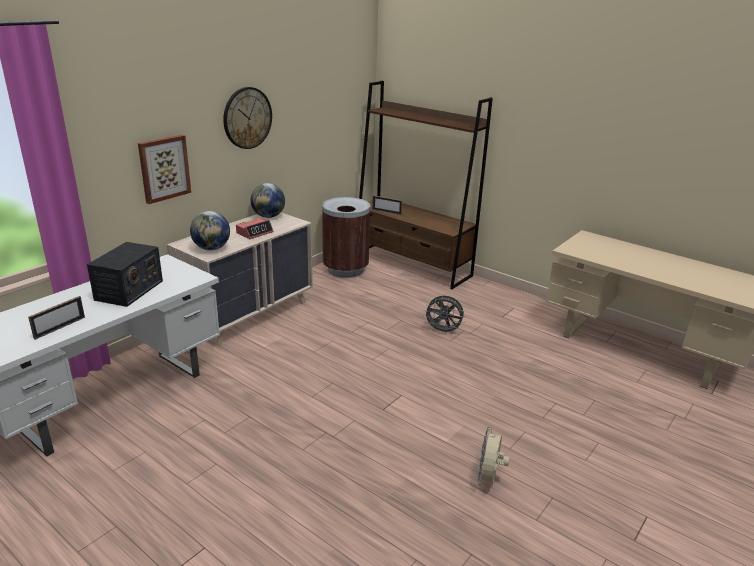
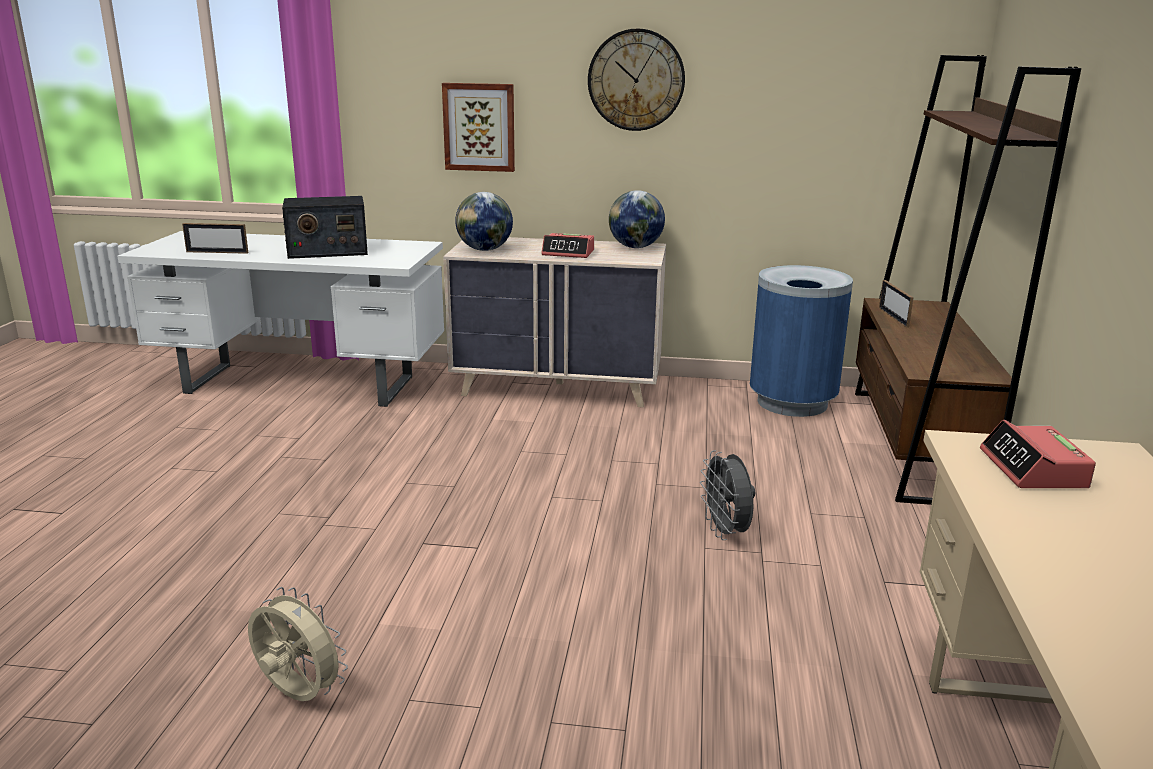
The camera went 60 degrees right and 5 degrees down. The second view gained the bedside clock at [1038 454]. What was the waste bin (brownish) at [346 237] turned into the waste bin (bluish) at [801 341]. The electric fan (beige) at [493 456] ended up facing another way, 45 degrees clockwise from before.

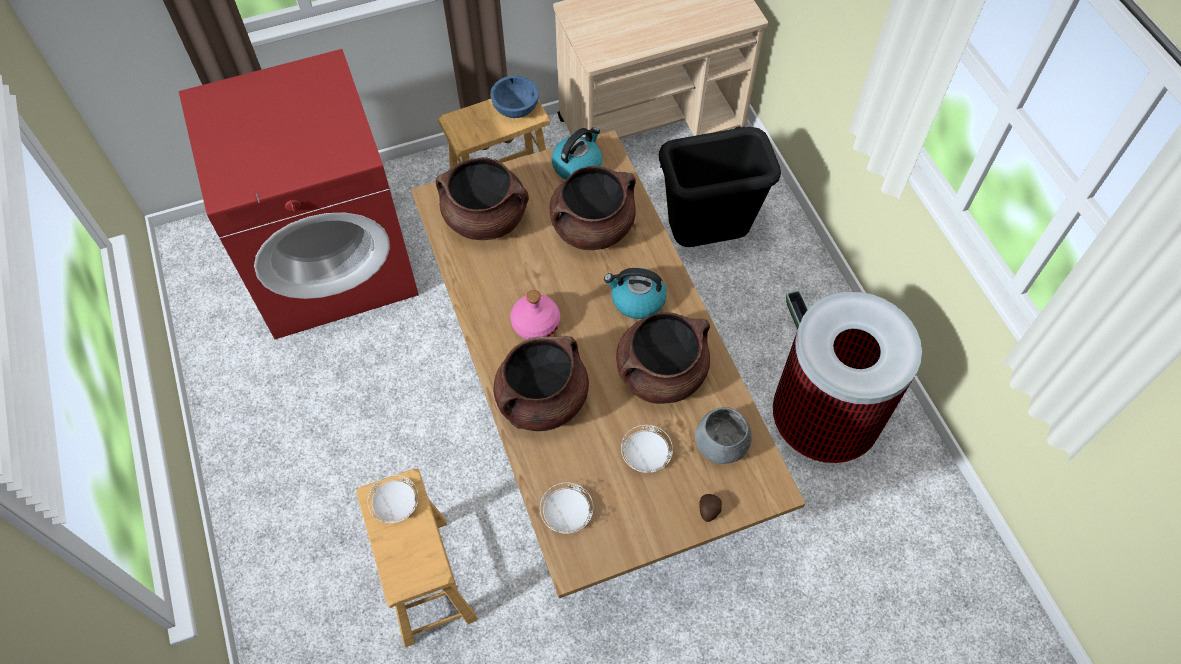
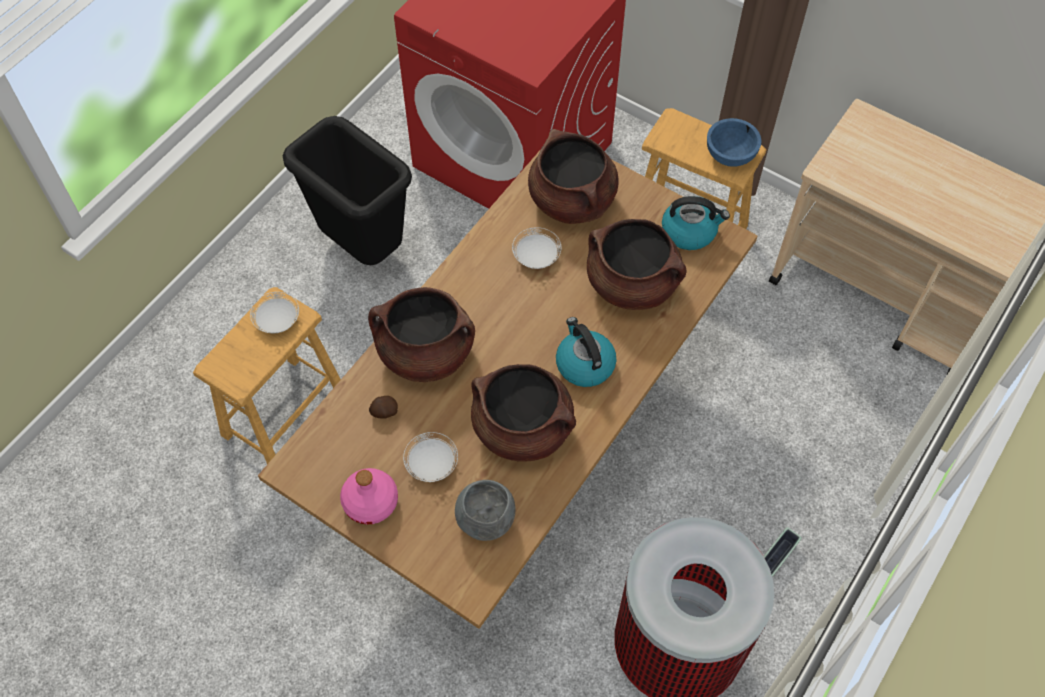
The camera went 55 degrees right and 0 degrees up. The bottle (pink) ended up elsewhere, having gone from [535 314] to [369 496]. The flat dish (white-coloured) ended up elsewhere, having gone from [566 508] to [536 248]. The waste bin (black) ended up elsewhere, having gone from [720 187] to [347 190]. The whole potato ended up elsewhere, having gone from [710 508] to [383 407].

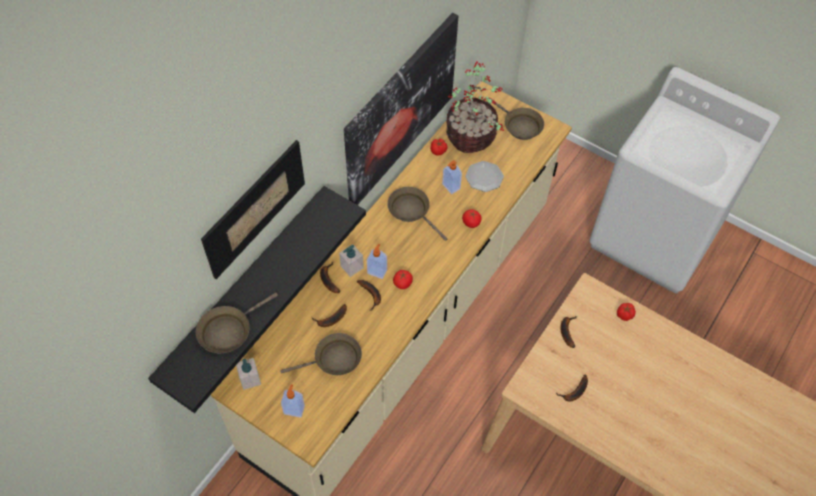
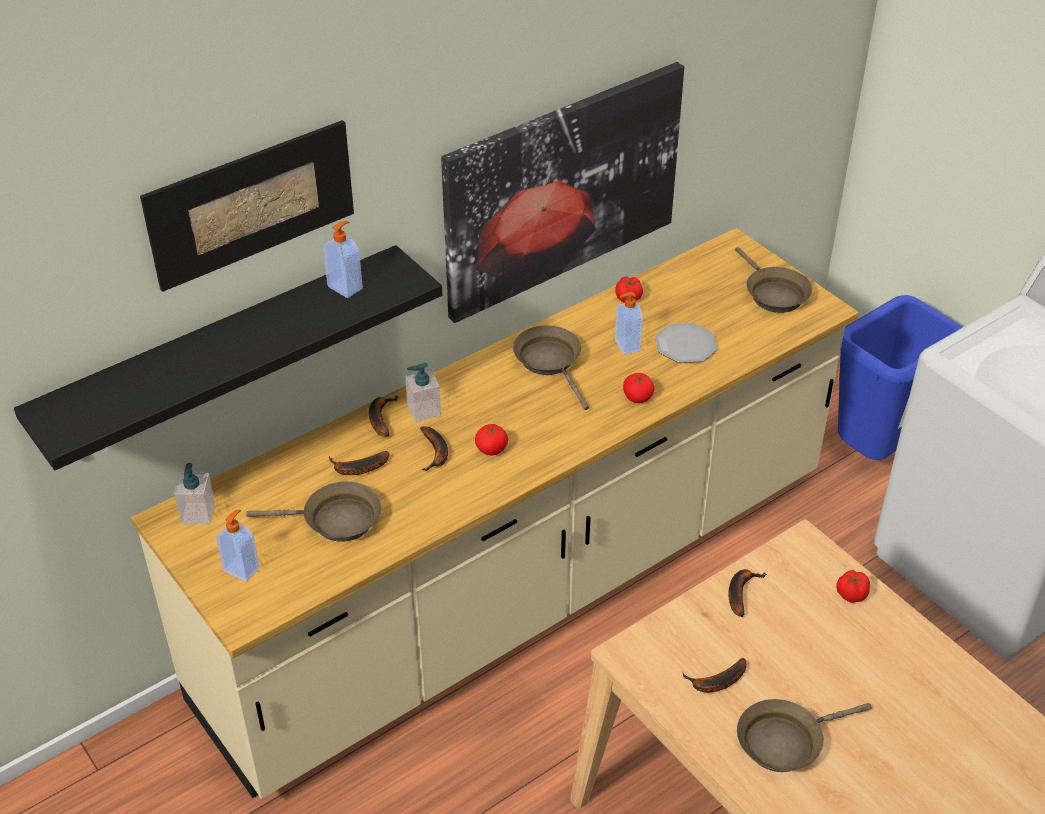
The camera went 20 degrees right and 15 degrees down. The second view lost the plant in a pot at [475 107]. The second view gained the waste bin (bluish) at [900 377]. The skillet (brownish) ended up elsewhere, having gone from [237 322] to [804 735]. The liquid soap bottle ended up elsewhere, having gone from [377 261] to [343 259].

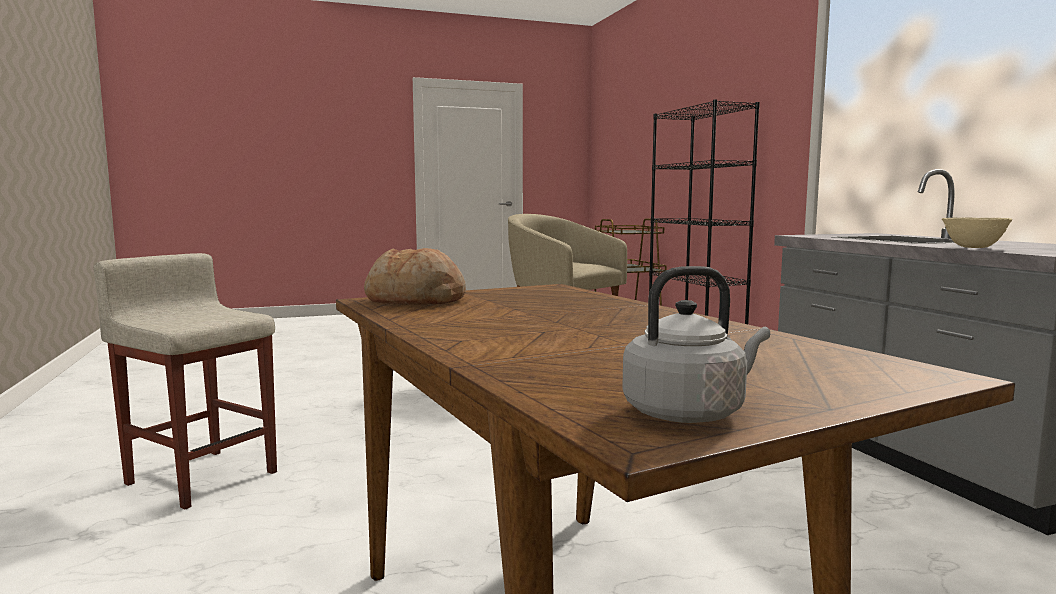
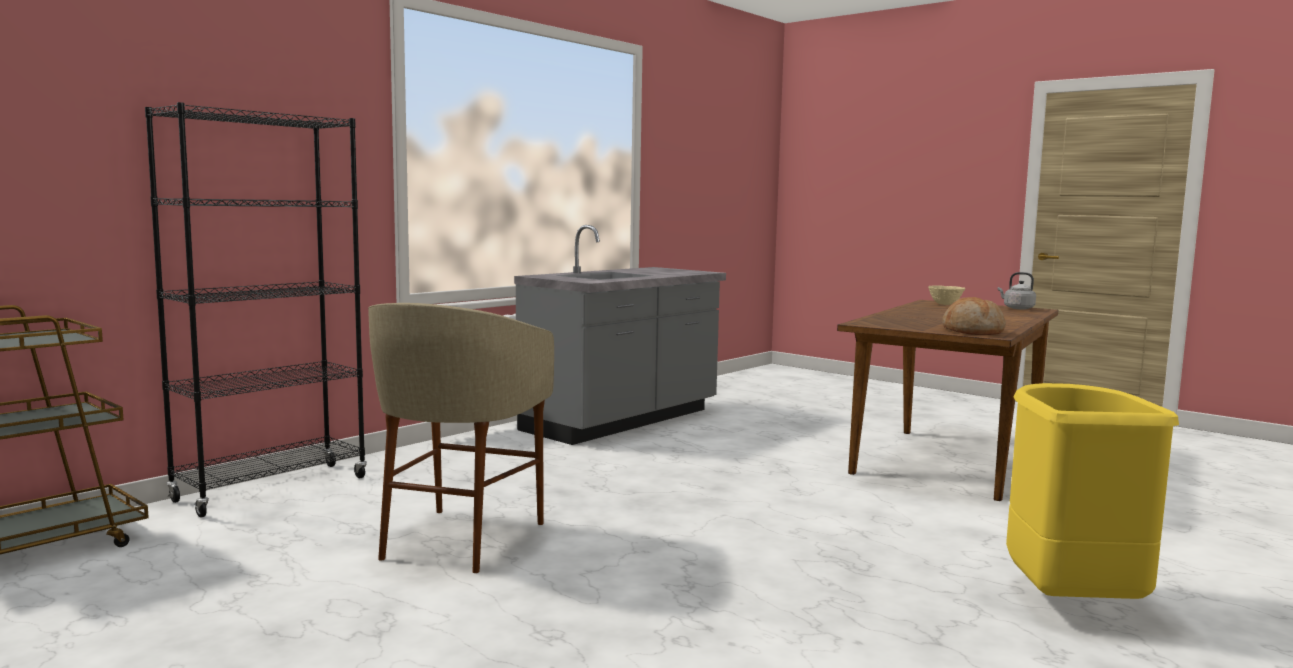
The camera went 120 degrees left and 0 degrees up. The bowl (beige) ended up elsewhere, having gone from [977 232] to [946 295]. Where the sitting stool (beige) stood at [185 381], the waste bin (yellow-coloured) came to stand at [1092 491].

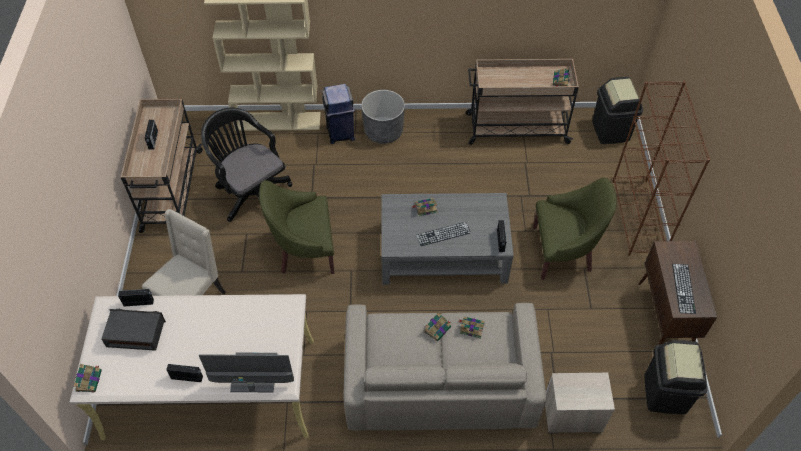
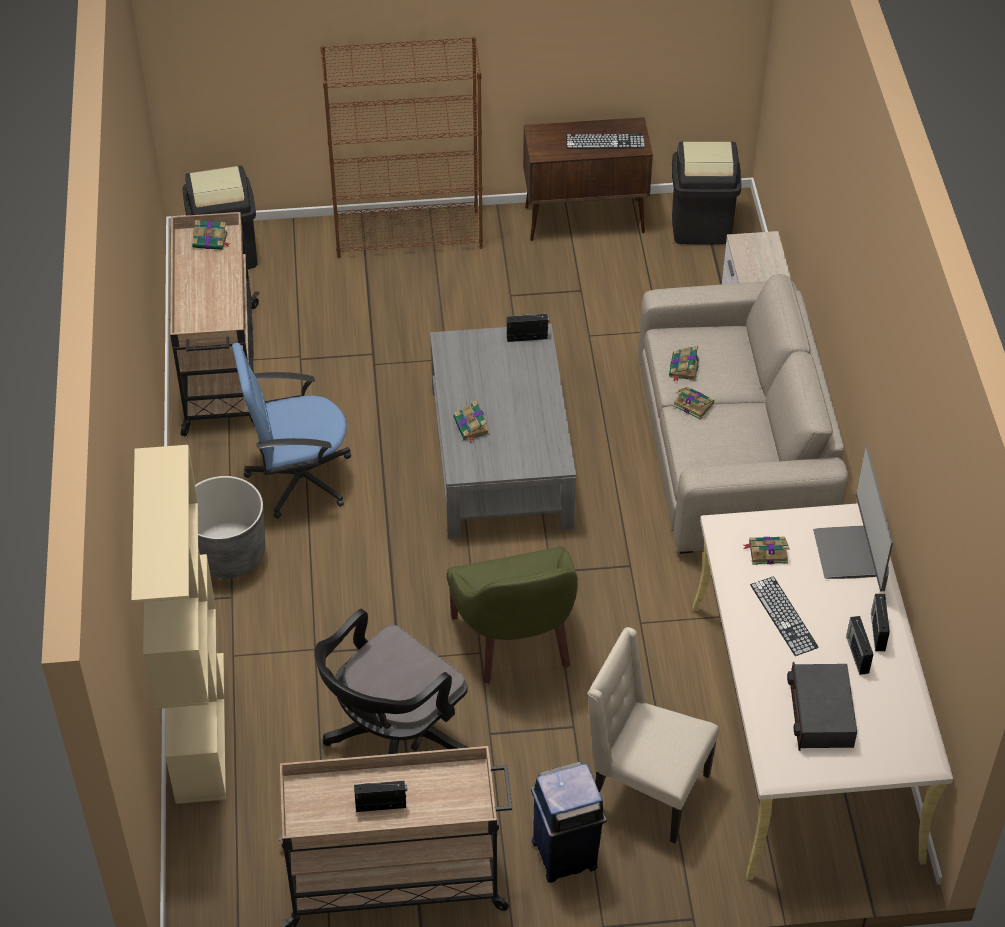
The camera went 95 degrees left and 5 degrees down. The second view lost the armchair (green-coloured) at [575 229]. The second view gained the desk chair (bluish) at [291 431]. The bound book ended up elsewhere, having gone from [88 378] to [766 550]. The radio ended up elsewhere, having gone from [136 297] to [859 645]. The waste bin (bluish) ended up elsewhere, having gone from [338 114] to [569 822]. The keyboard ended up elsewhere, having gone from [443 234] to [784 616].

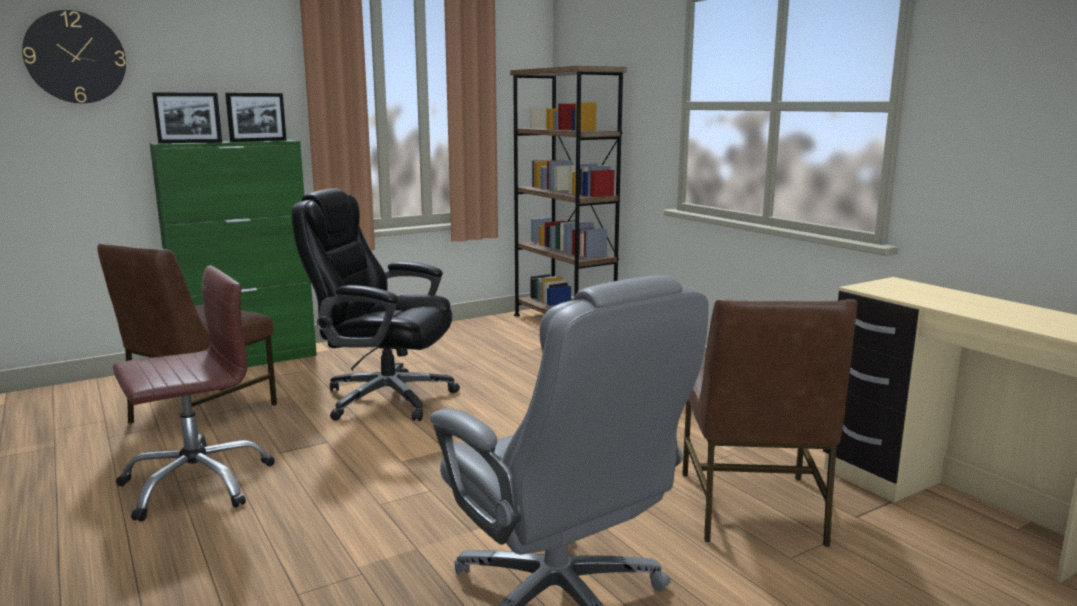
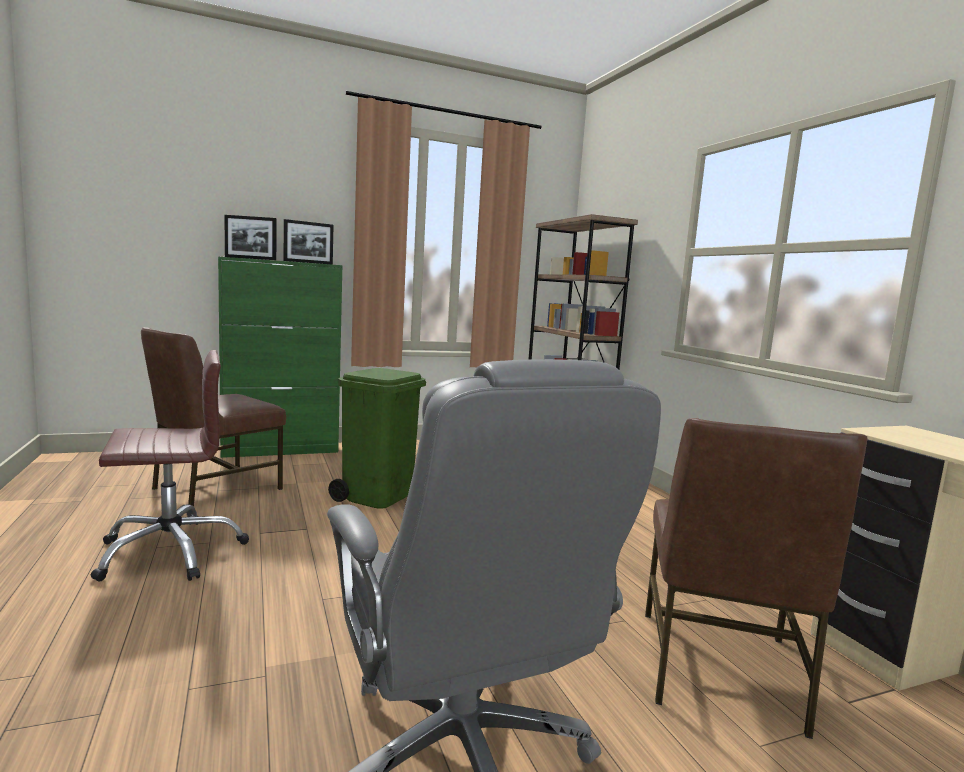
The camera went 10 degrees right and 5 degrees down. The second view lost the hanging clock at [74 56]. Where the desk chair (black) stood at [375 304], the waste bin (green-coloured) came to stand at [377 438].

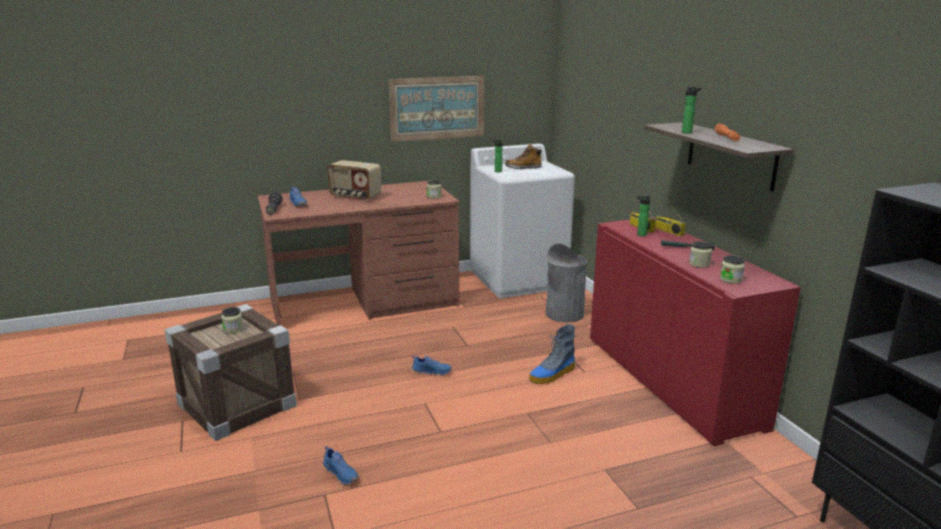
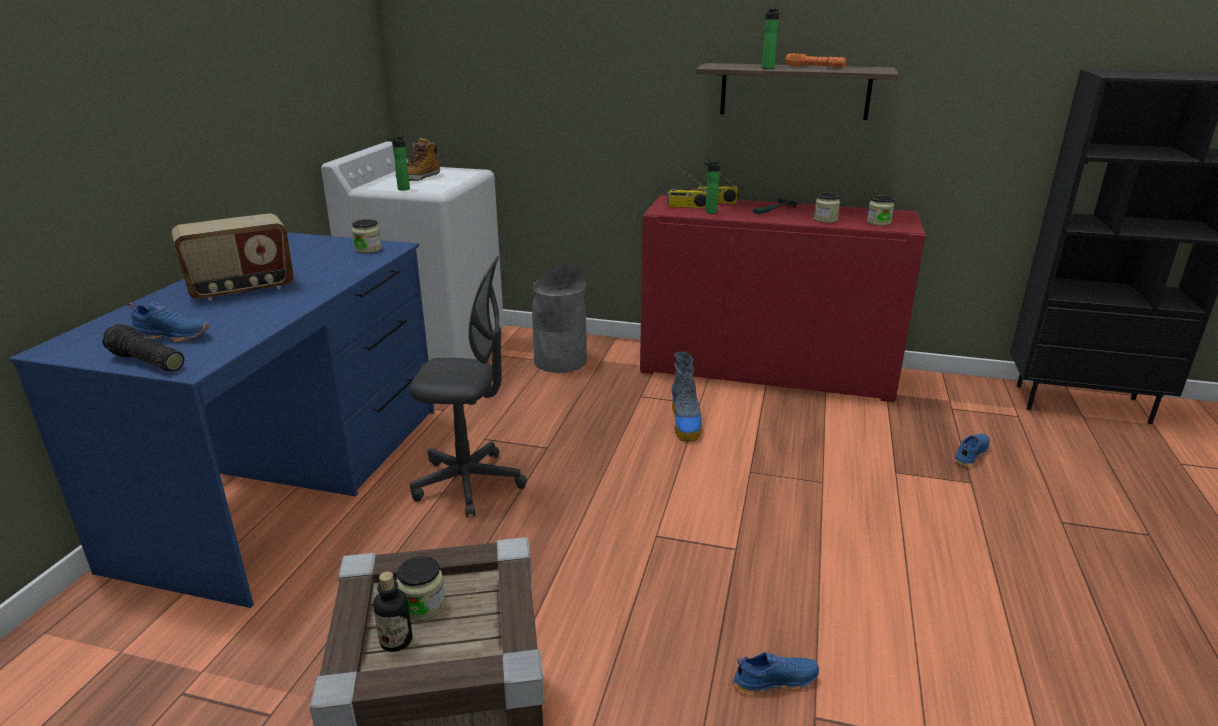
The camera went 55 degrees left and 5 degrees up. The second view lost the wall art at [436 109]. The second view gained the bottle at [392 612]. The second view gained the desk chair (grey) at [468 387]. The item of footwear (bluish) ended up elsewhere, having gone from [431 365] to [972 450]. What was the desk unit (brownish) at [359 253] turned into the desk unit (bluish) at [221 420].

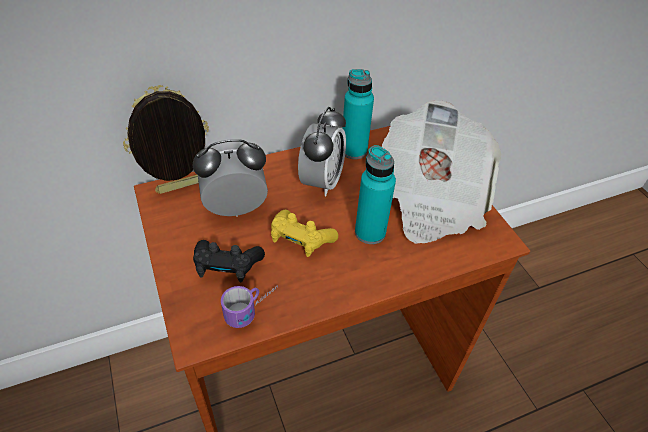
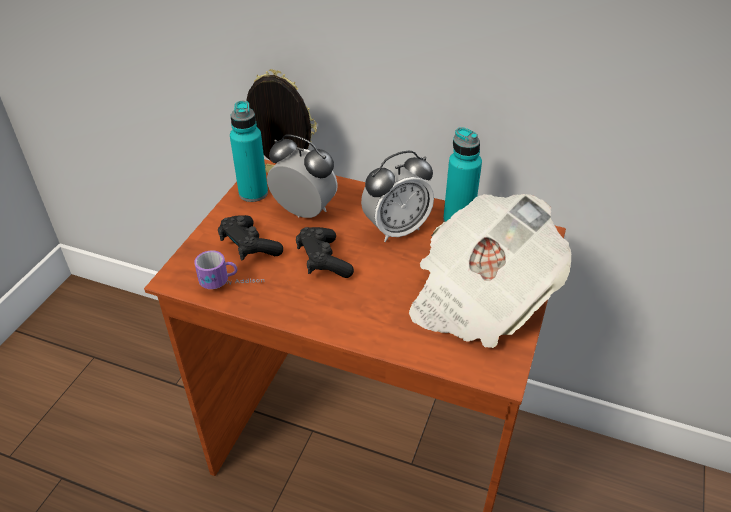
The camera went 45 degrees right and 5 degrees down. The bottle (blue-green) ended up elsewhere, having gone from [375 194] to [249 151]. What was the game controller (yellow-coloured) at [304 233] turned into the game controller (black) at [325 252].

